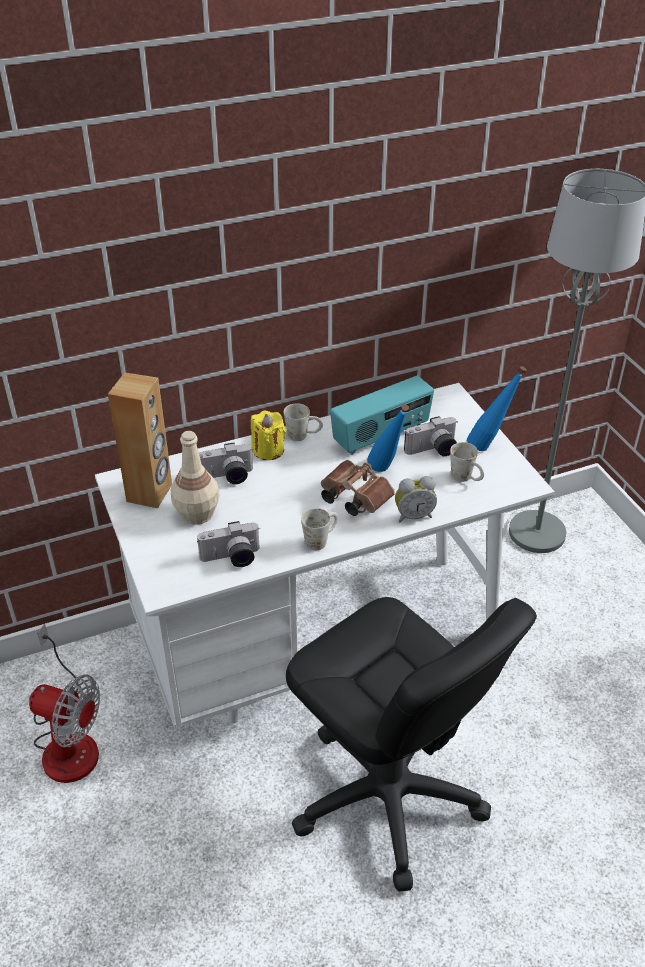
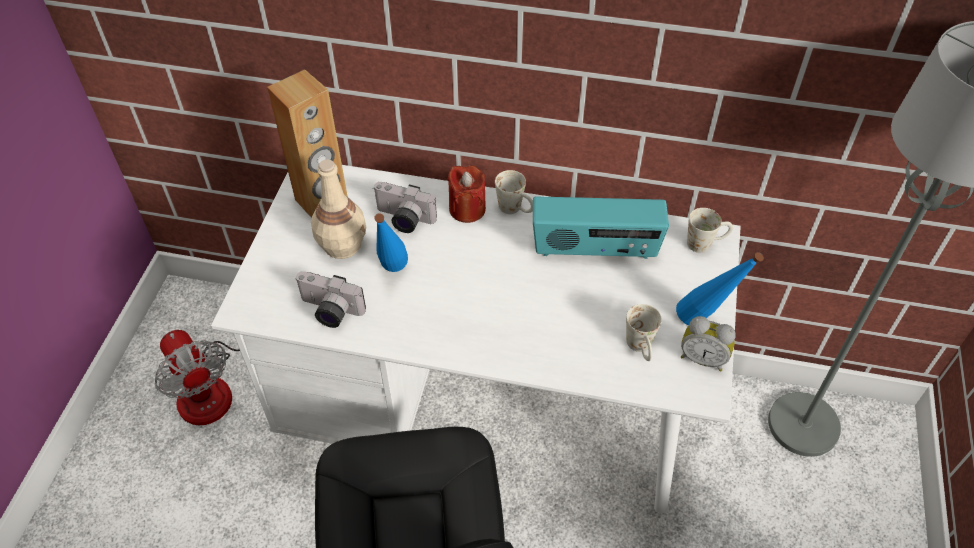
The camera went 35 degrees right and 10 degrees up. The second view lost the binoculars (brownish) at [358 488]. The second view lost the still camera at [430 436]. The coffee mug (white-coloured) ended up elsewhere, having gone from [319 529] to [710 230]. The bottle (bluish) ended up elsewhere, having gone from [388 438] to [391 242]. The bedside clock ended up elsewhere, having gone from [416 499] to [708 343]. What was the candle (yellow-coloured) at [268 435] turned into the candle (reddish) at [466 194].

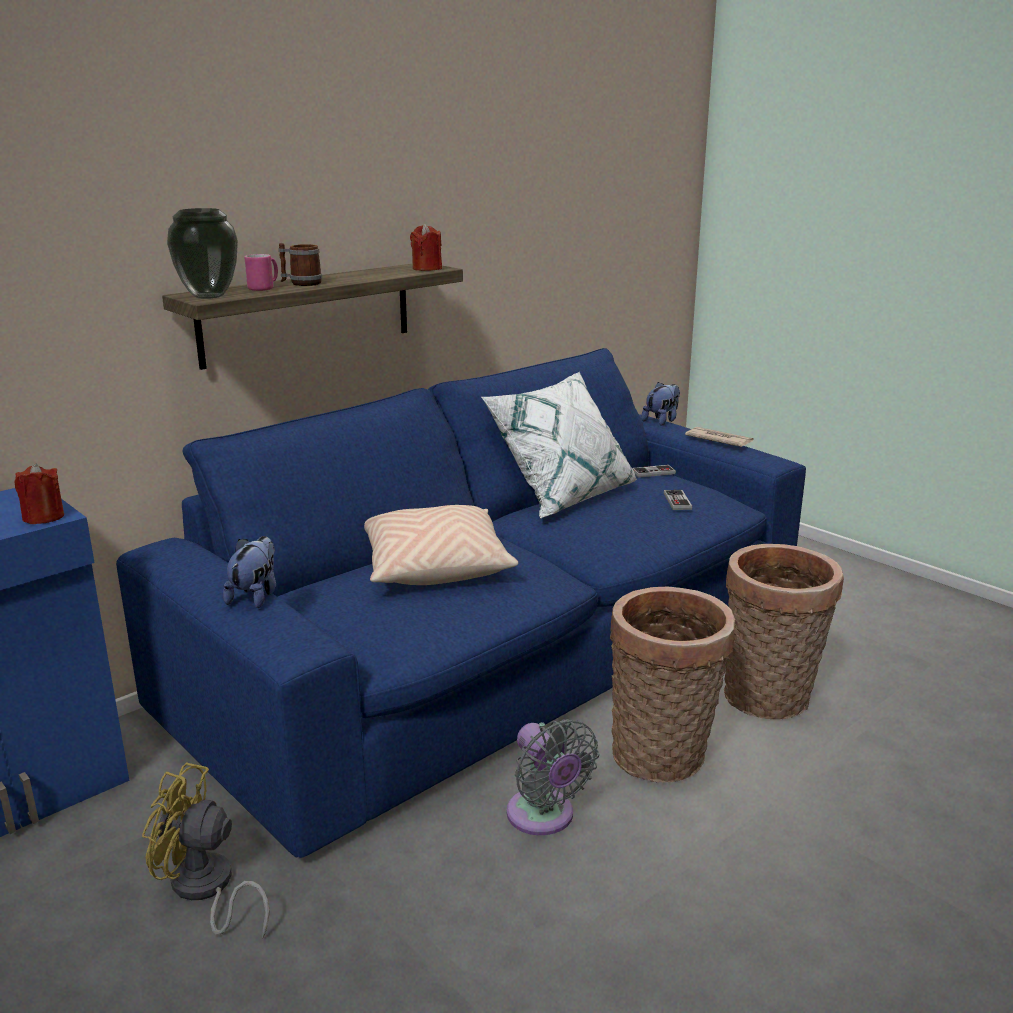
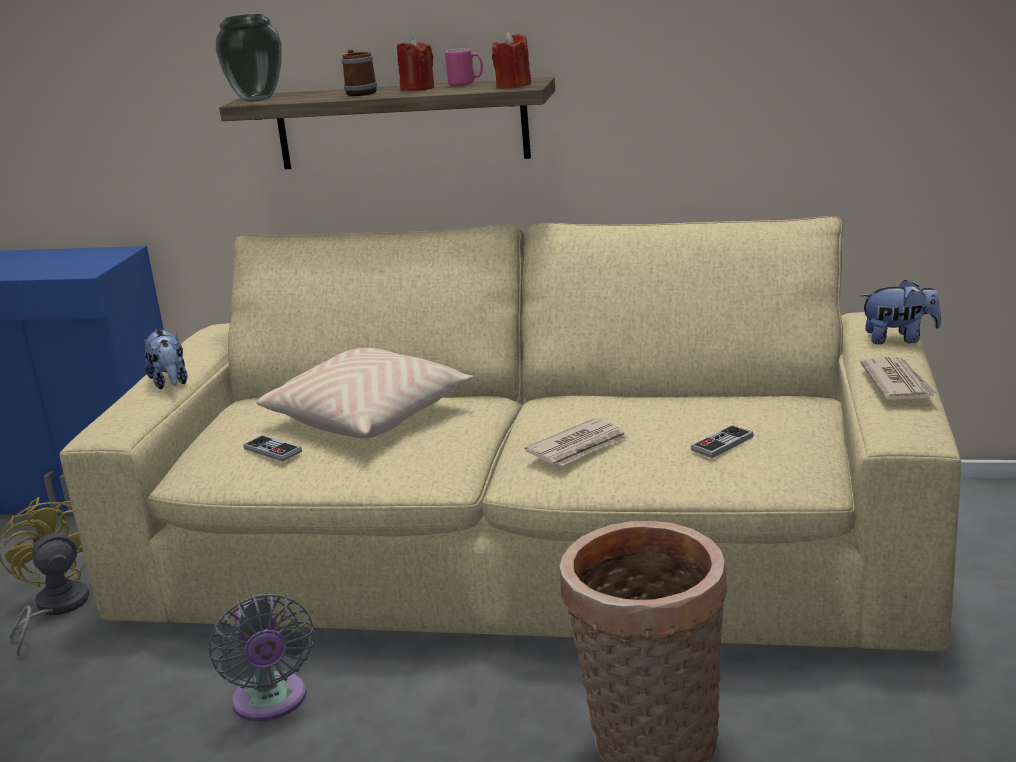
The camera went 55 degrees right and 0 degrees up. The second view lost the cushion (white-coloured) at [559 445]. The second view lost the basket at [672 685]. The second view gained the newspaper at [576 442]. The candle (reddish) ended up elsewhere, having gone from [39 493] to [415 64]. The coffee mug (pink) ended up elsewhere, having gone from [261 272] to [464 67]. The game controller ended up elsewhere, having gone from [654 471] to [272 448]. What was the couch (bluish) at [461 603] turned into the couch (beige) at [510 433]. The cuddly toy at [249 572] ended up facing another way, 90 degrees clockwise from before. The electric fan (grey) at [553 777] ended up facing another way, 45 degrees counterclockwise from before.

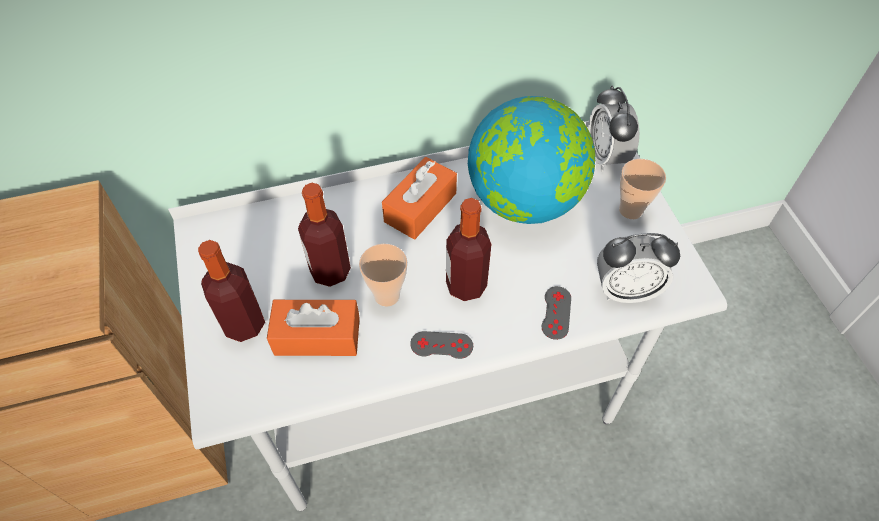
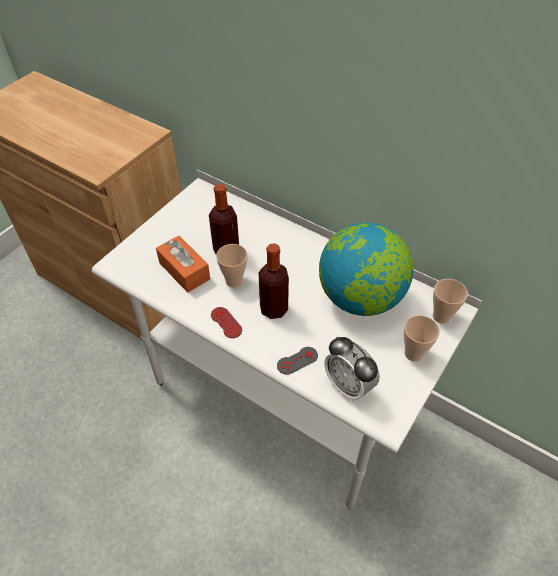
The camera went 50 degrees right and 5 degrees down. The second view lost the bottle at [231 291]. The second view lost the box of tissues (orange-coloured) at [419 198]. Where the bedside clock stood at [613 128], the small cup came to stand at [450 301]. What was the game controller (grey) at [441 345] turned into the game controller (reddish) at [226 322].

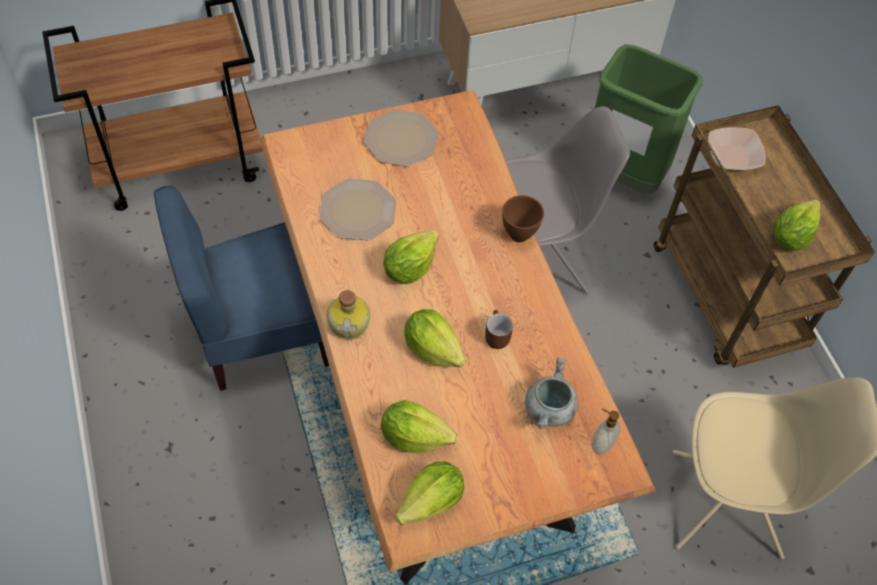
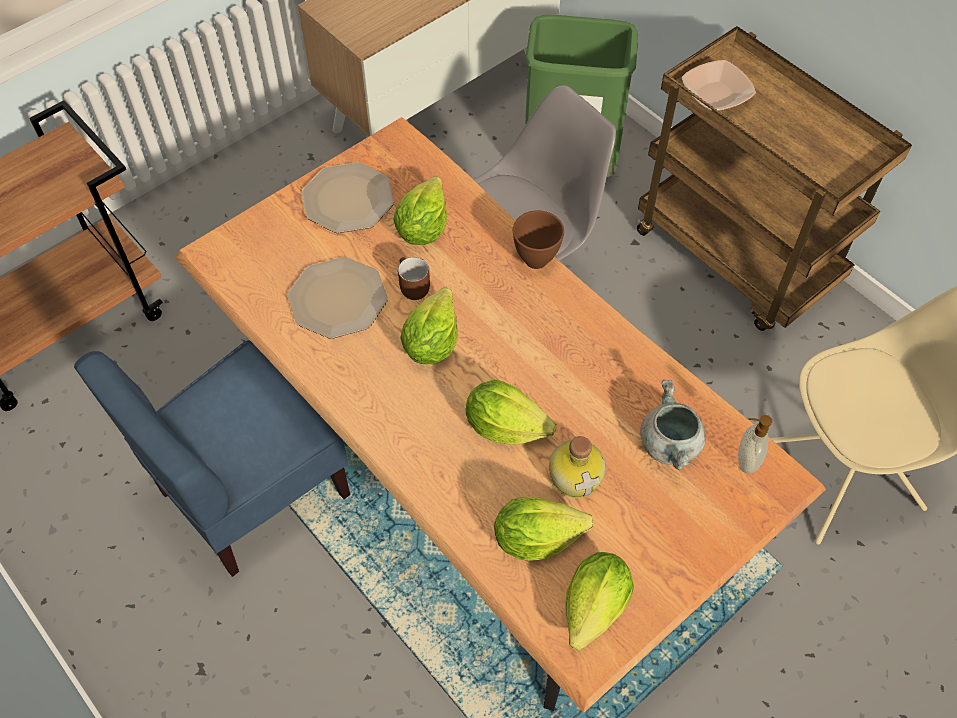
The camera went 20 degrees left and 0 degrees up. The bottle ended up elsewhere, having gone from [348 314] to [577 467]. The coffee mug (brownish) ended up elsewhere, having gone from [499 329] to [414 278]. The lettuce head ended up elsewhere, having gone from [796 225] to [420 210].

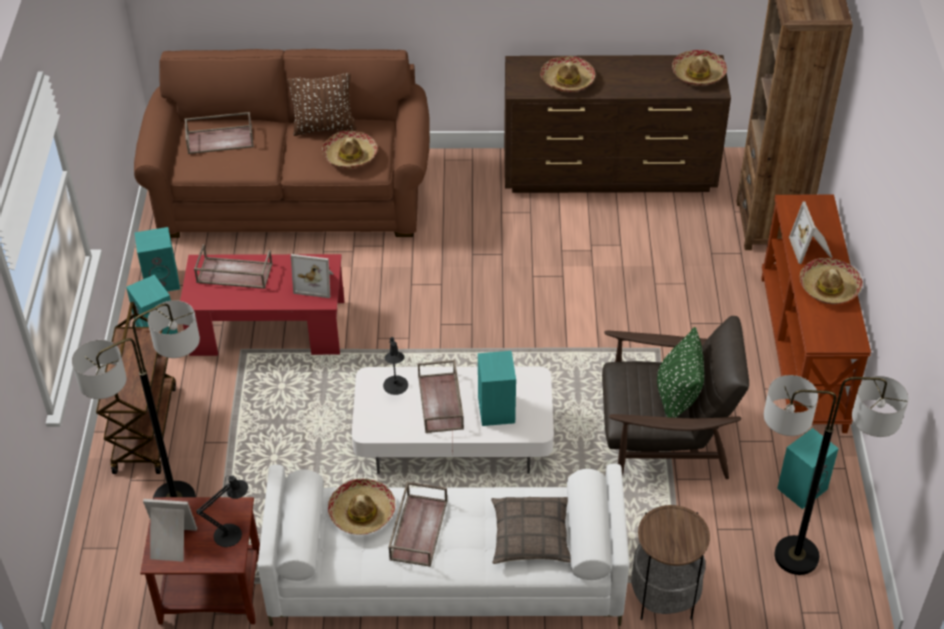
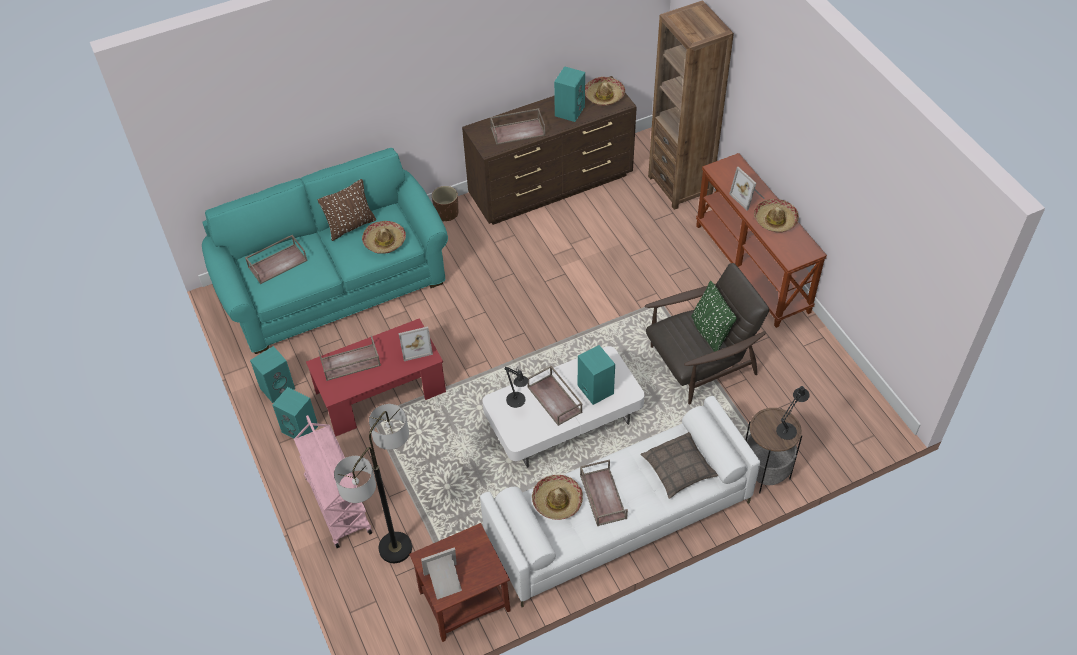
The camera went 25 degrees left and 5 degrees up. The second view lost the floor lamp at [836 475]. The second view gained the flower pot (brownish) at [445 204]. The table lamp (black) ended up elsewhere, having gone from [222 511] to [793 413]. The audio speaker (blue-green) ended up elsewhere, having gone from [808 468] to [569 94]. Where the hat stood at [567 74], the serving tray (brownish) came to stand at [517 126]. What was the cart (brownish) at [136 388] turned into the cart (pink) at [333 481]. What was the couch (brownish) at [282 143] turned into the couch (blue-green) at [325 251].

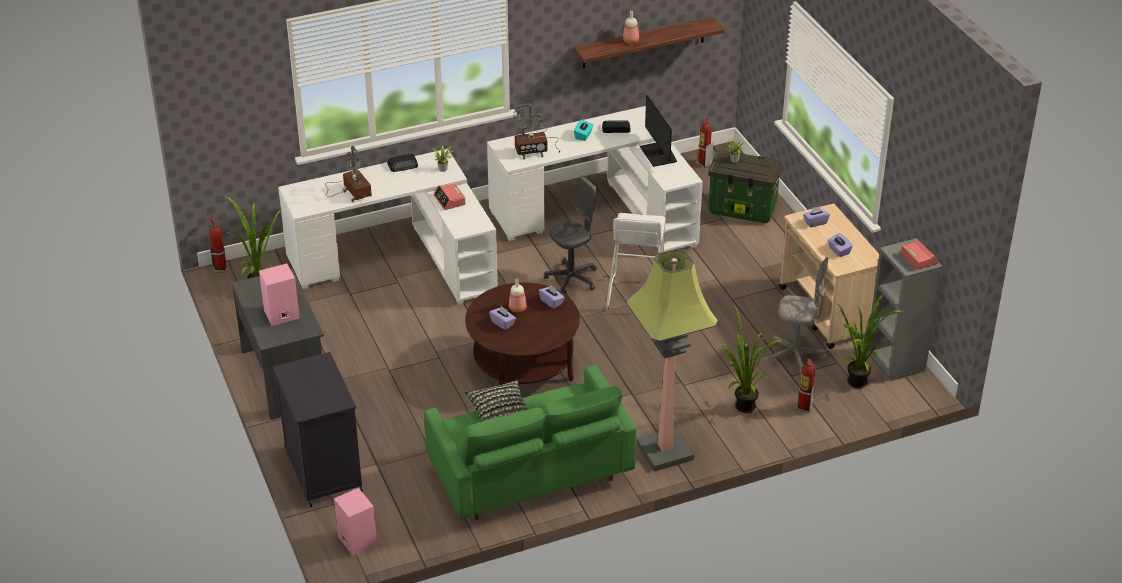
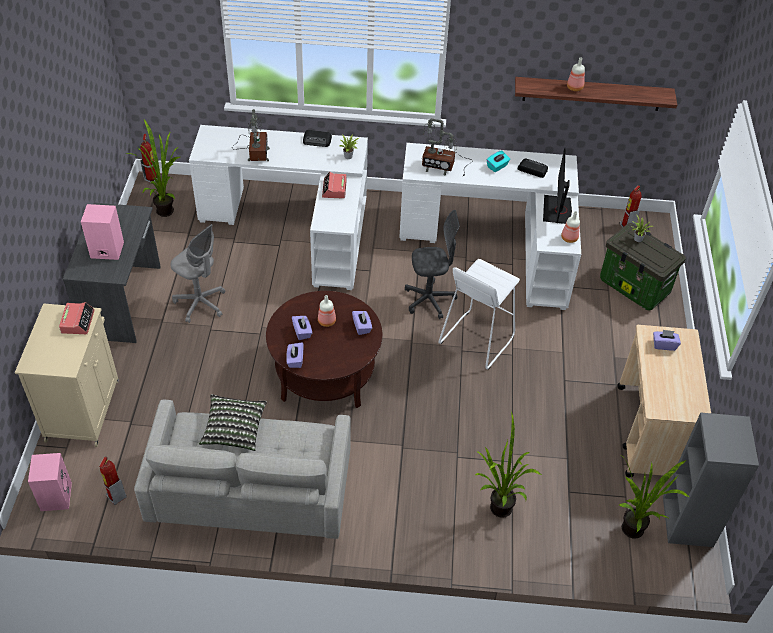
The camera went 25 degrees right and 10 degrees up. The second view lost the floor lamp at [672 360]. The second view gained the bottle at [570 227]. The desk chair (grey) ended up elsewhere, having gone from [799 316] to [197 273]. The fire-fighting cylinder ended up elsewhere, having gone from [805 386] to [113 481]. The box of tissues (purplish) ended up elsewhere, having gone from [840 245] to [295 355]. The bedside clock ended up elsewhere, having gone from [920 254] to [77 318]. What was the cupboard (black) at [318 429] turned into the cupboard (beige) at [67 375]. What was the couch (green-coloured) at [530 442] turned into the couch (grey) at [242 469].

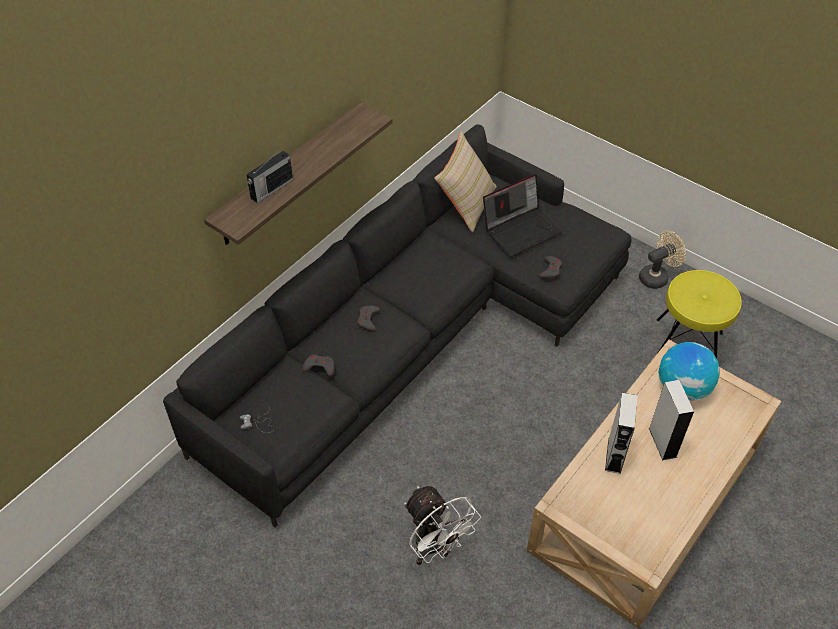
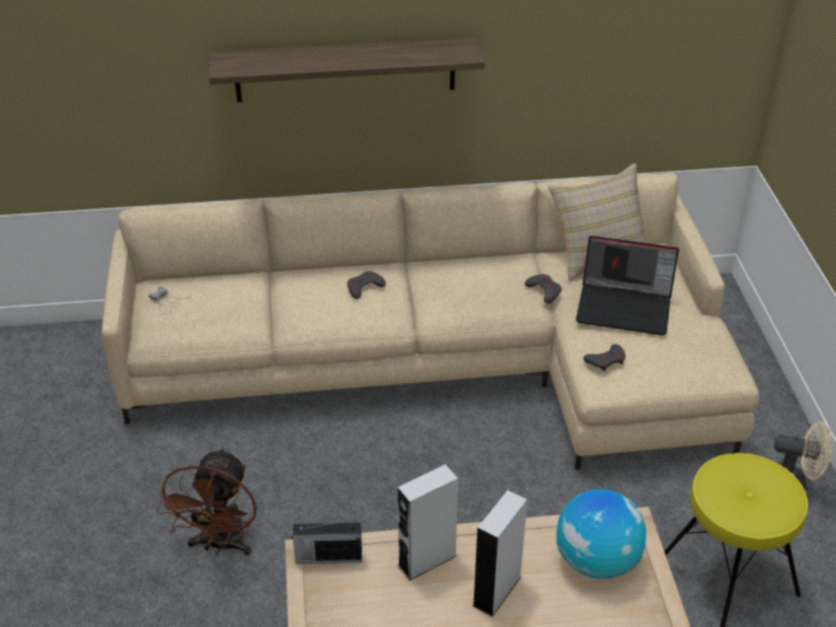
The camera went 45 degrees right and 10 degrees down. The radio ended up elsewhere, having gone from [269 176] to [326 542]. The game controller (grey) ended up elsewhere, having gone from [318 365] to [543 288]. What was the couch (black) at [397 325] turned into the couch (beige) at [430 321]. What was the electric fan (white-coloured) at [442 525] turned into the electric fan (brownish) at [206 501].

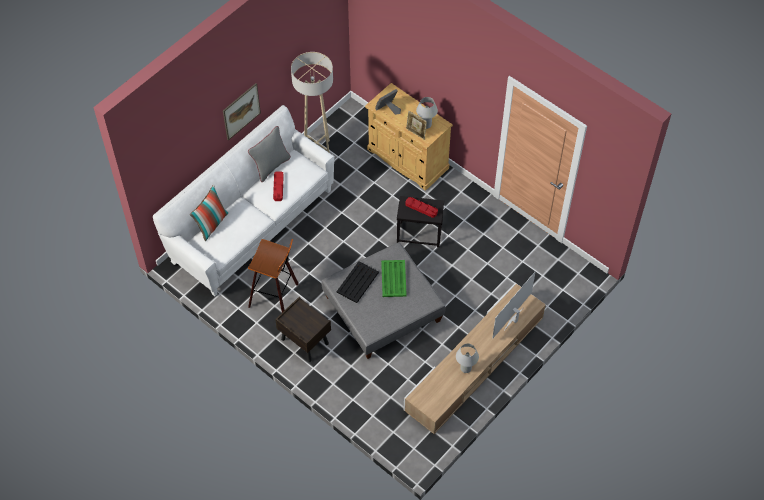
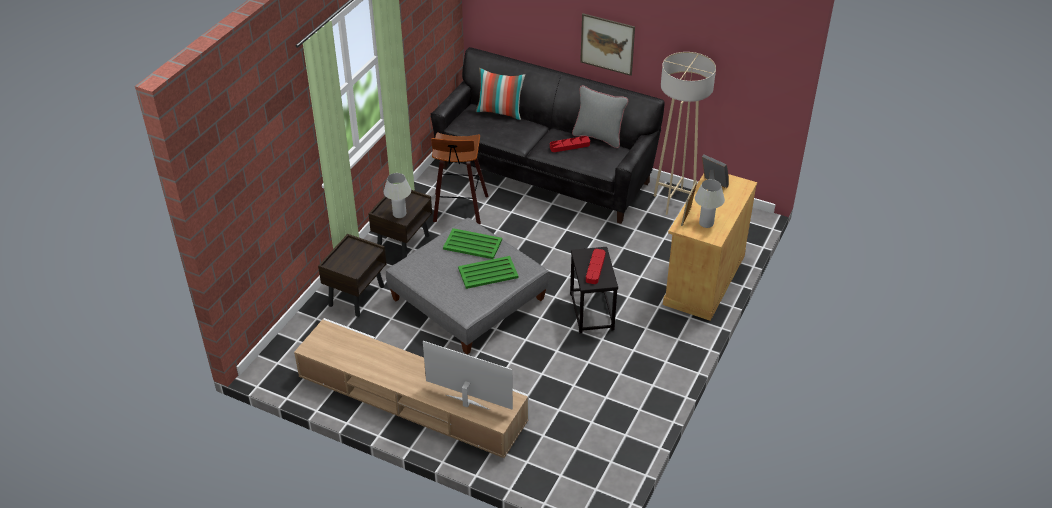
The camera went 75 degrees right and 15 degrees down. The second view gained the nightstand (brownish) at [352 275]. The table lamp (white-coloured) ended up elsewhere, having gone from [467 358] to [397 195]. What was the couch (white-coloured) at [244 200] turned into the couch (black) at [547 135]. What was the serving tray (black) at [358 282] turned into the serving tray (green-coloured) at [472 243].

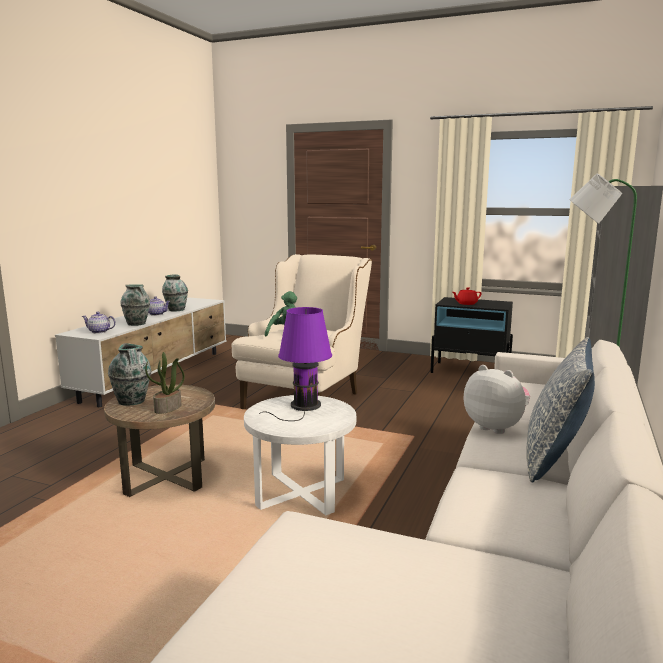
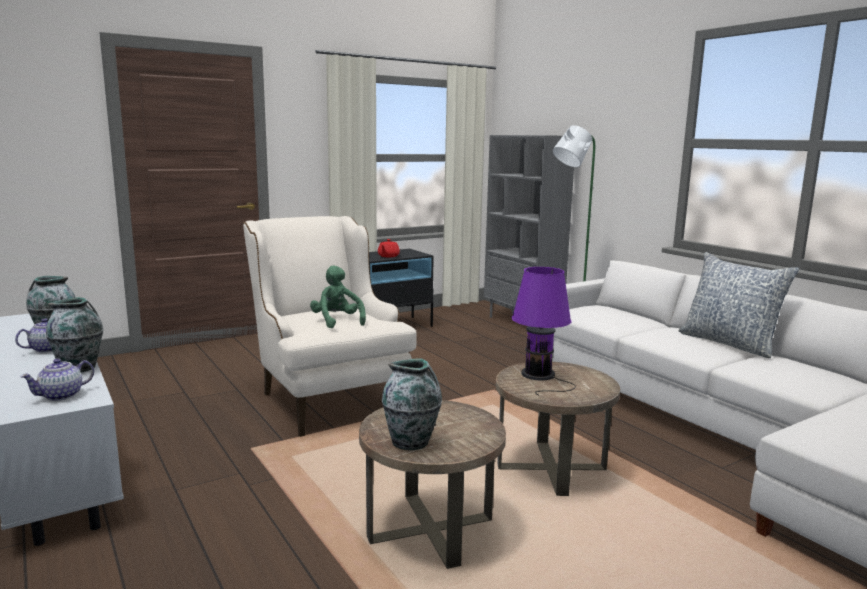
The camera went 55 degrees left and 0 degrees up. The second view lost the plant in a pot at [165 383]. The second view lost the cuddly toy at [497 399]. What was the side table (white-coloured) at [300 455] turned into the side table (brownish) at [558 429].

